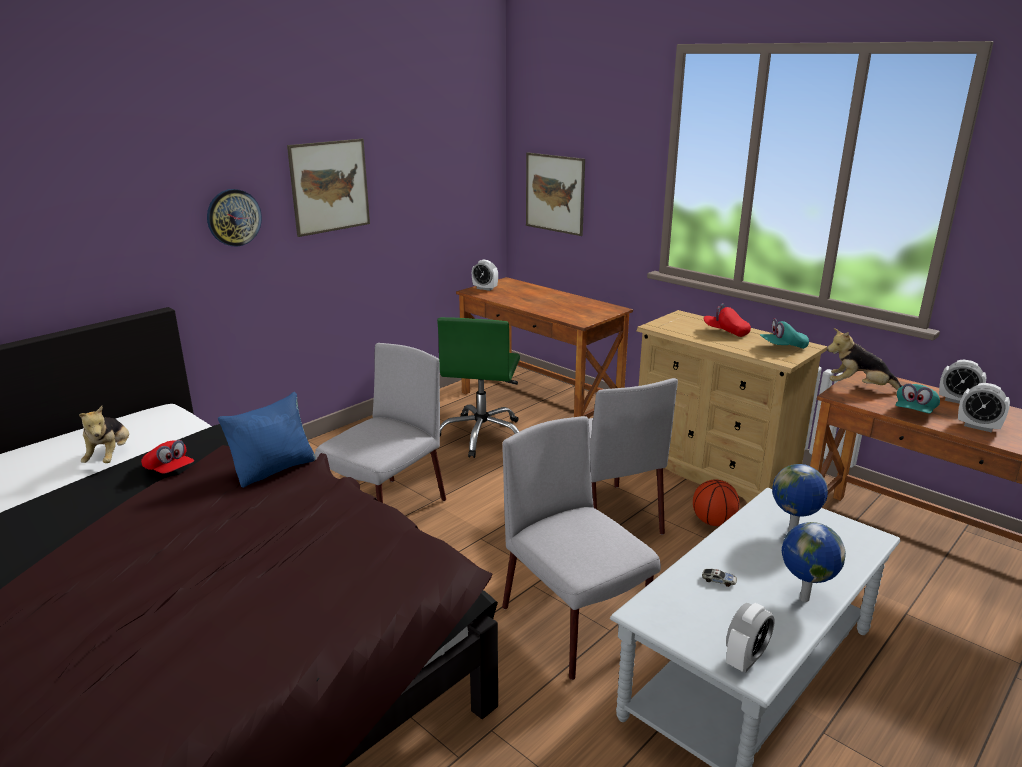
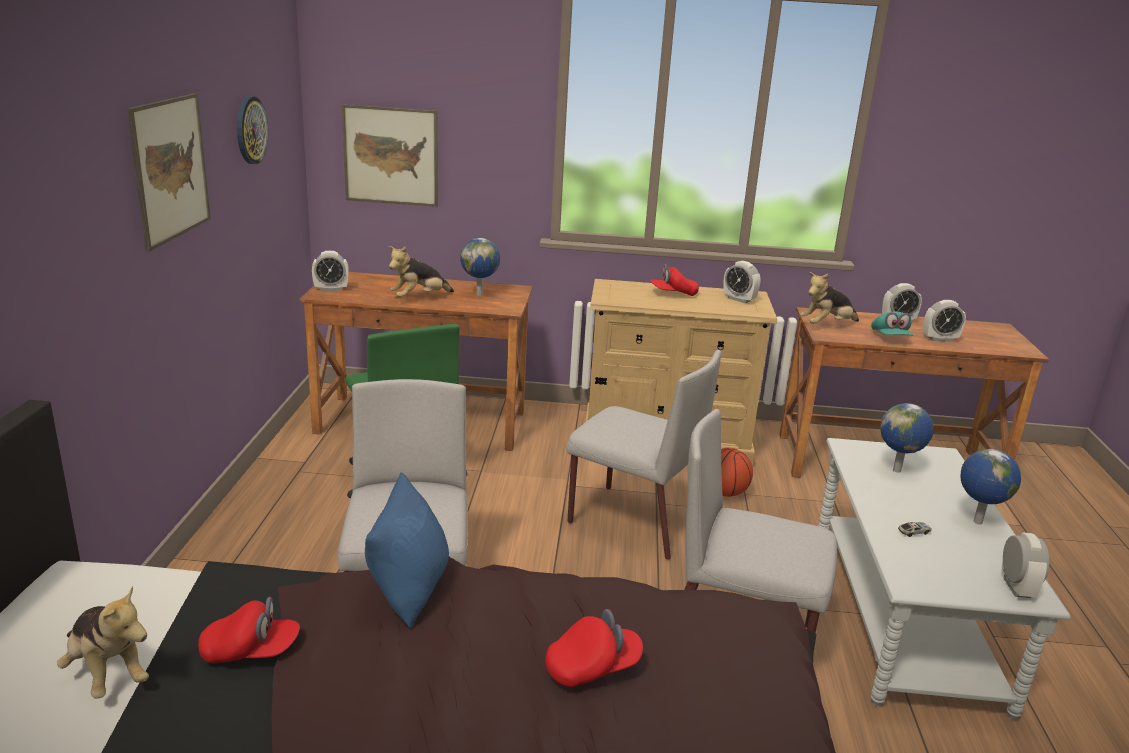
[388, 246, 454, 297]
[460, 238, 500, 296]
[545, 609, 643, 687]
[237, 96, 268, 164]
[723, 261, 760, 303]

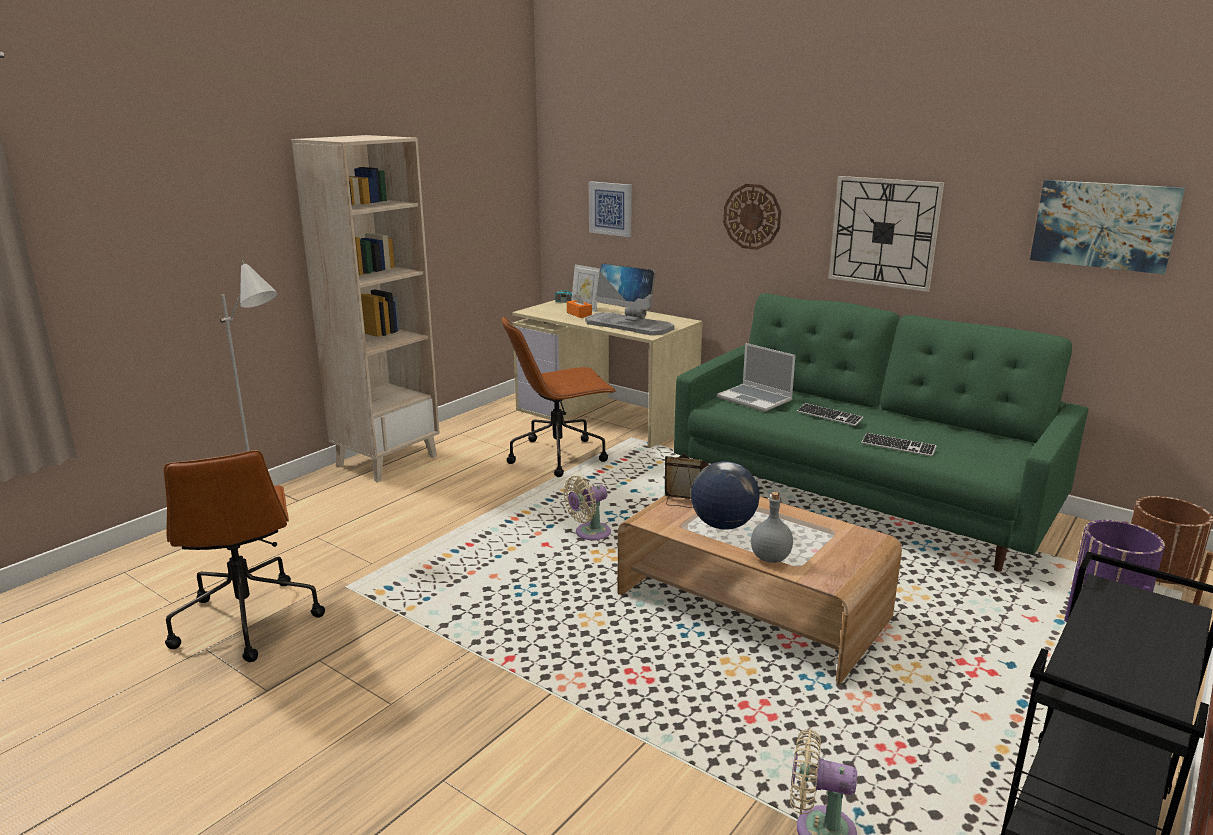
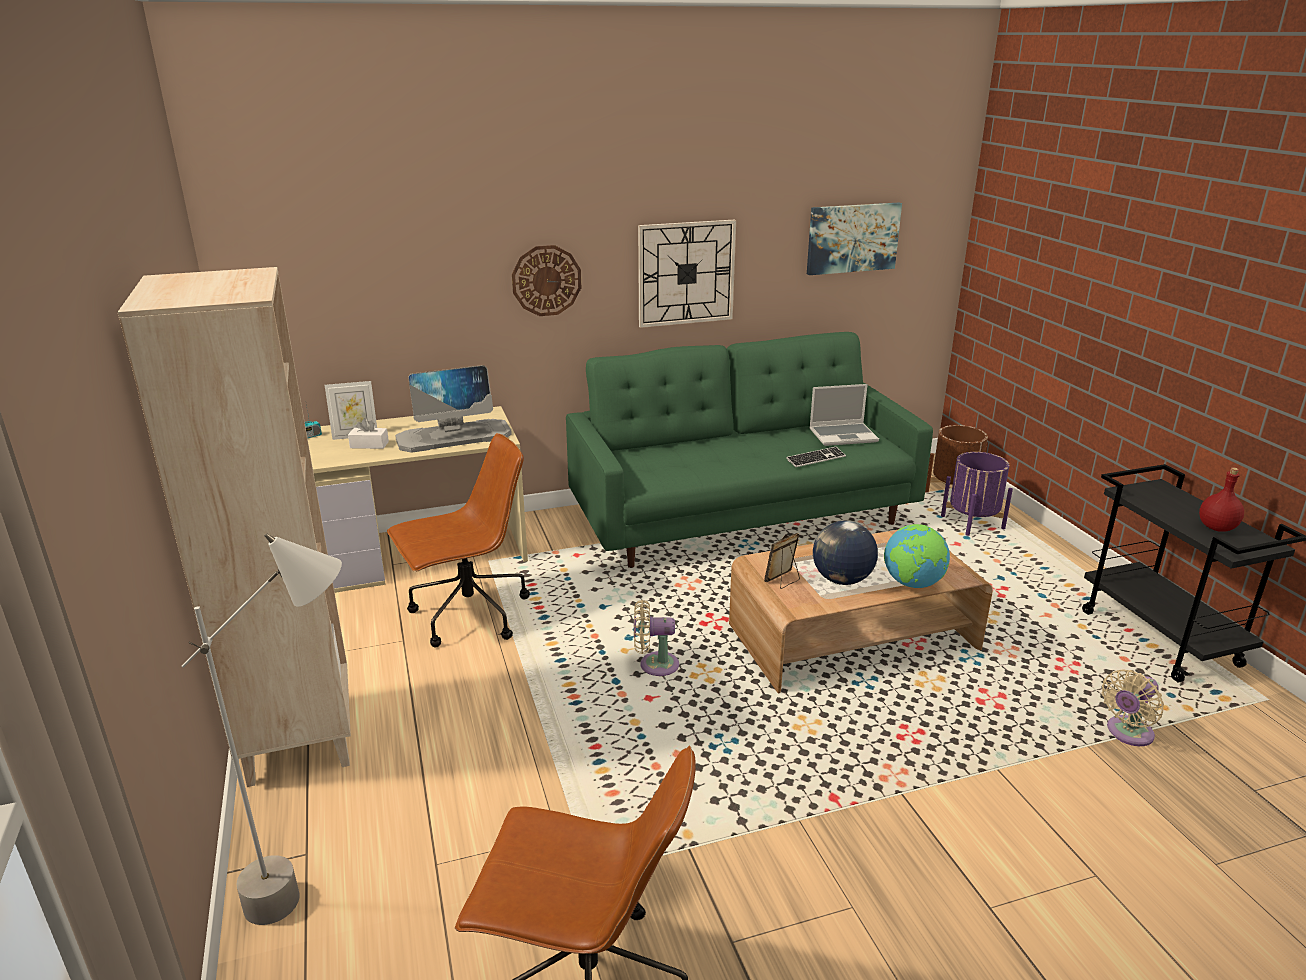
[589, 181, 632, 237] (first image)
[797, 403, 863, 426] (first image)
[1199, 467, 1244, 532]
[809, 384, 879, 446]
[884, 524, 950, 588]
[348, 418, 389, 449]
[387, 433, 530, 648]
[634, 600, 679, 676]

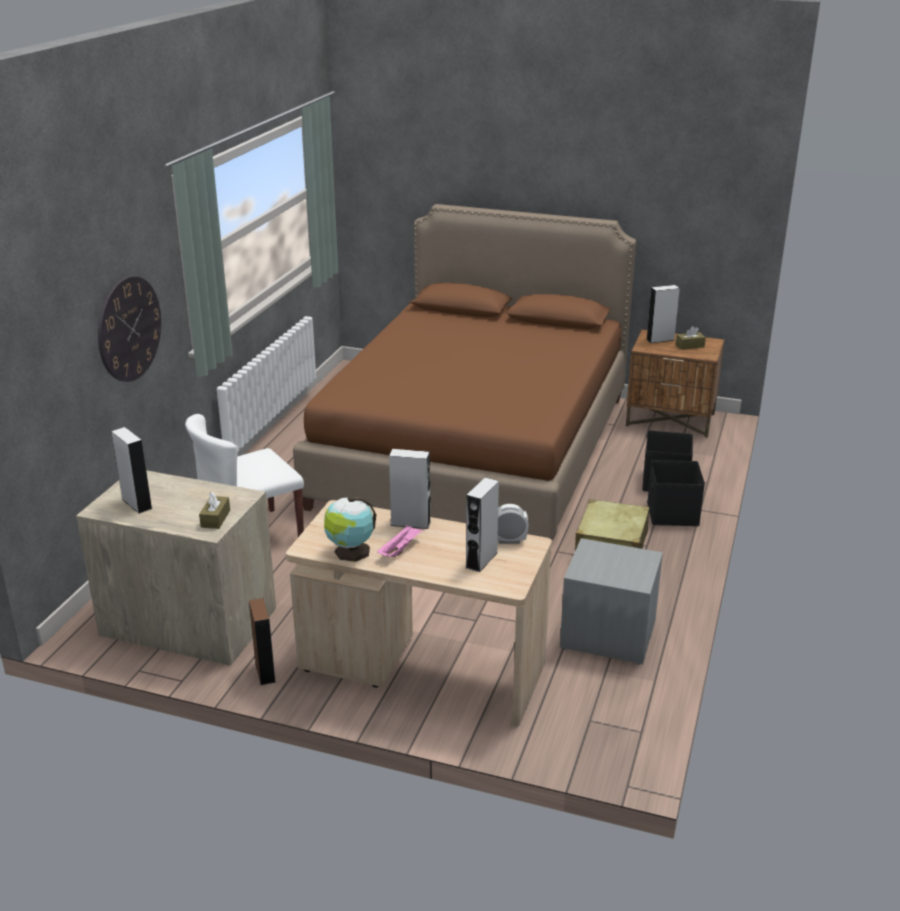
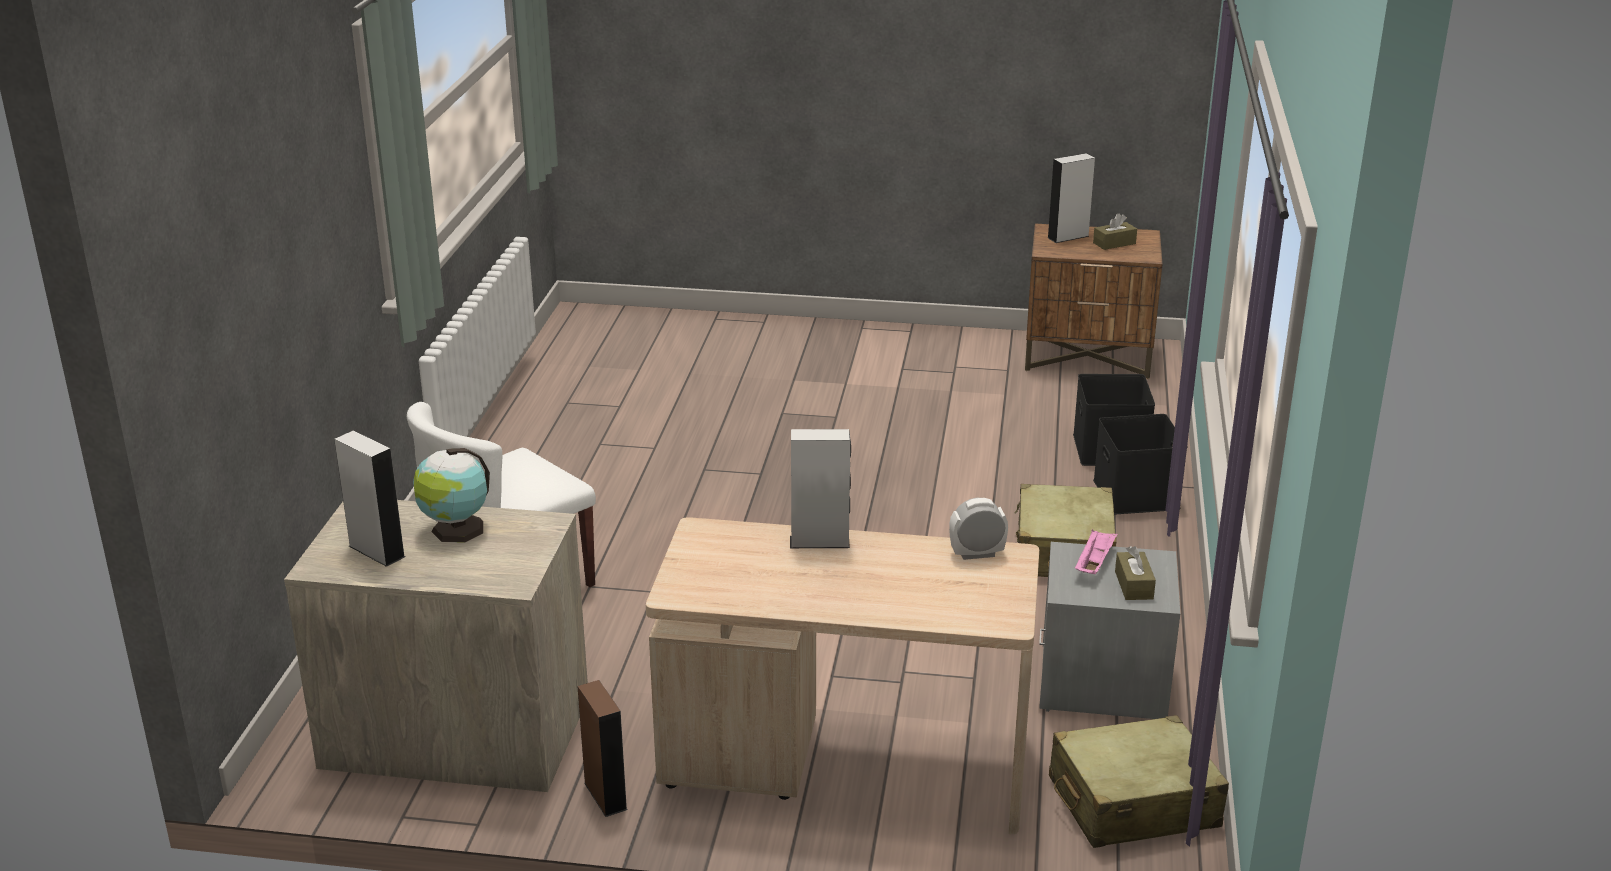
[98, 276, 161, 382] (first image)
[293, 204, 636, 540] (first image)
[466, 477, 499, 572] (first image)
[1049, 715, 1229, 848]
[1115, 546, 1156, 600]
[413, 448, 490, 543]
[1075, 529, 1118, 574]

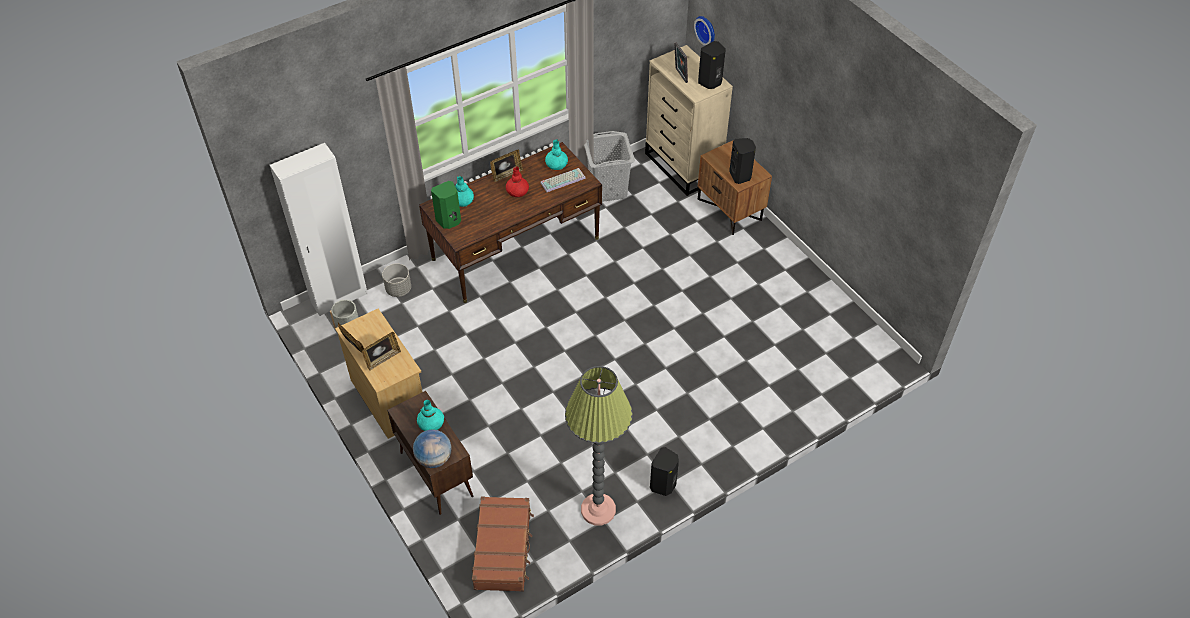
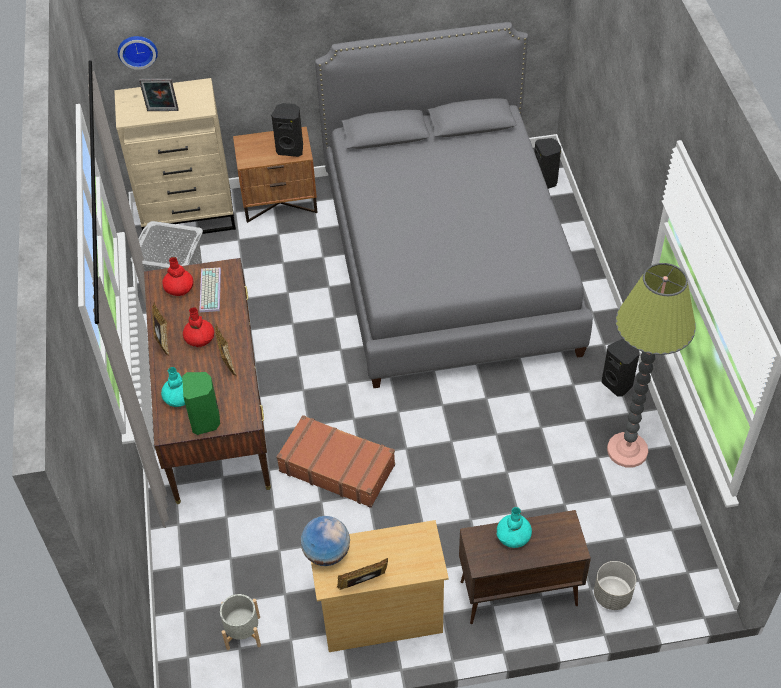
[270, 143, 368, 316] (first image)
[315, 22, 593, 388]
[214, 324, 237, 376]
[594, 561, 636, 610]
[300, 516, 350, 566]
[276, 415, 395, 508]
[534, 138, 561, 189]
[162, 257, 193, 296]

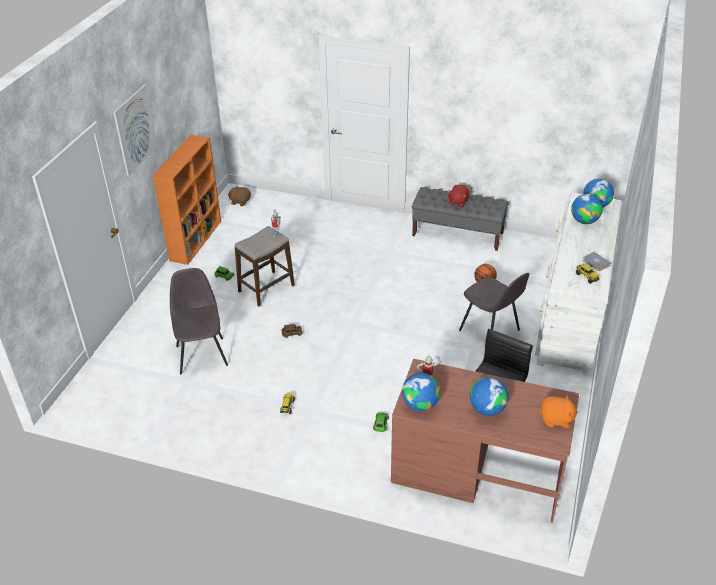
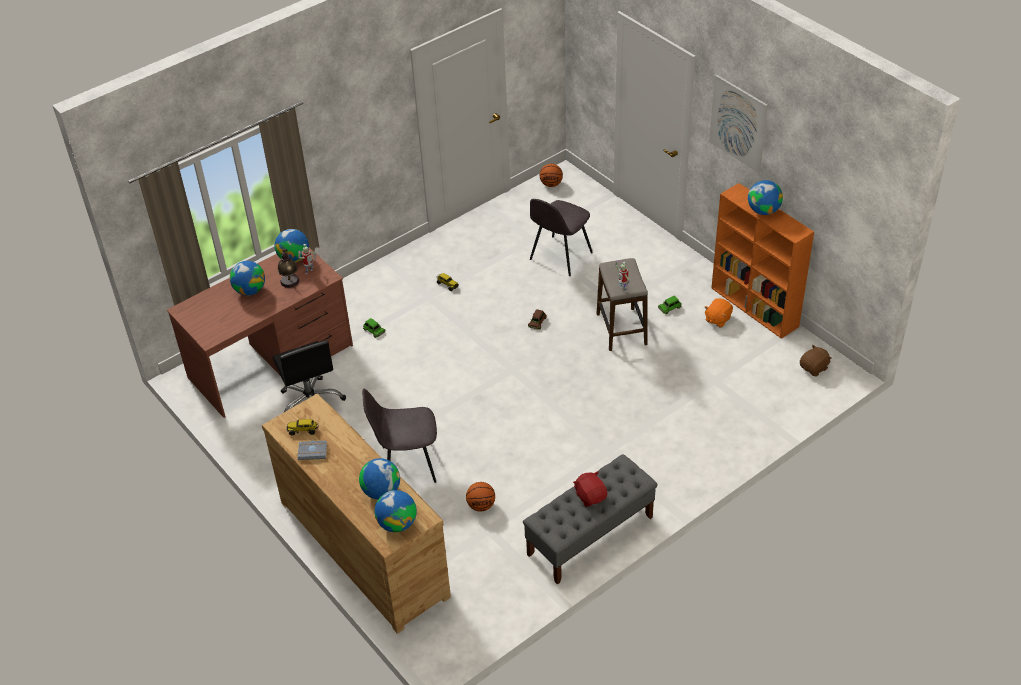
[278, 246, 299, 288]
[540, 164, 563, 187]
[748, 180, 783, 215]
[705, 298, 733, 327]
[262, 394, 451, 634]
[530, 199, 593, 276]

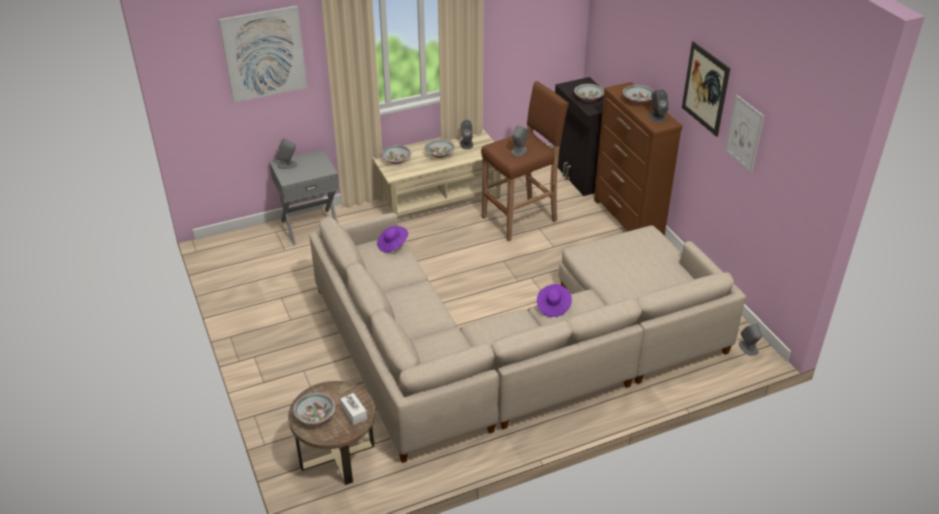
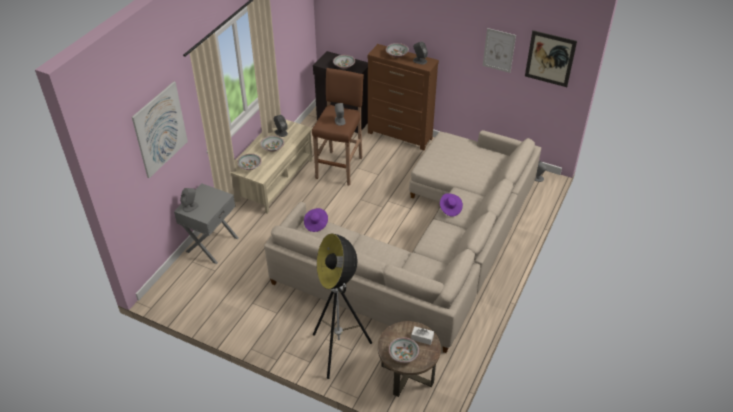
[313, 234, 372, 379]
[525, 30, 577, 87]

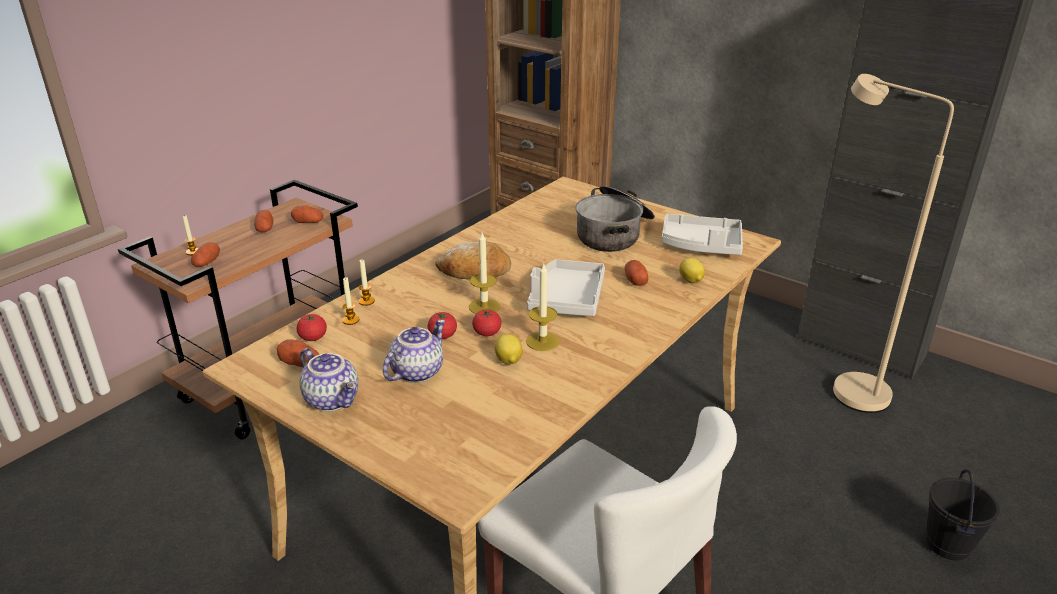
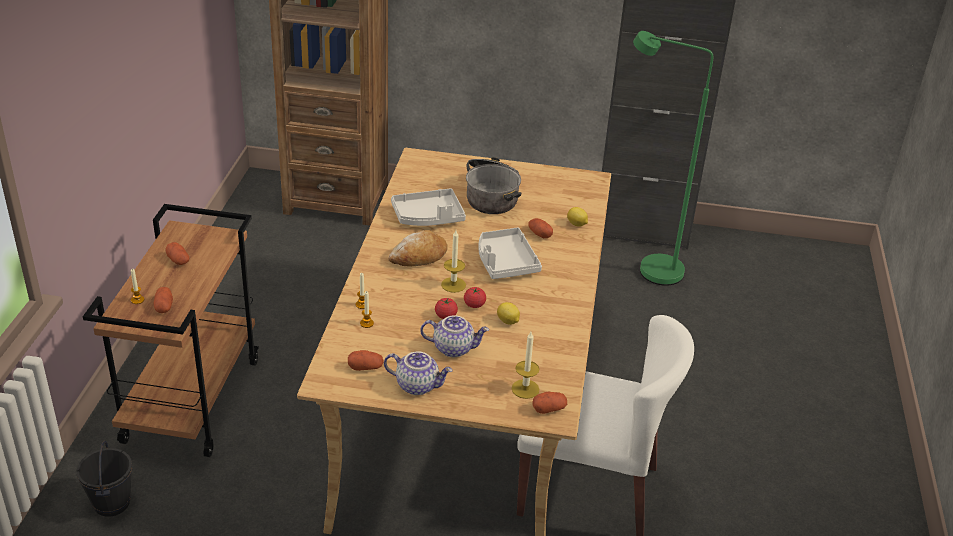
[297, 314, 327, 341] (first image)
[532, 391, 567, 414]
[512, 332, 539, 399]
[391, 188, 466, 226]
[76, 441, 132, 517]
[633, 31, 713, 286]
[420, 315, 489, 357]

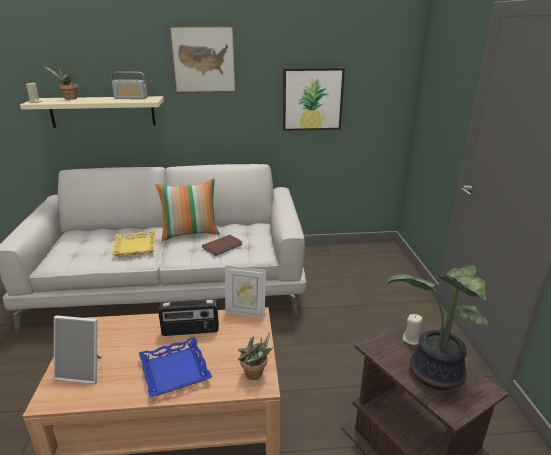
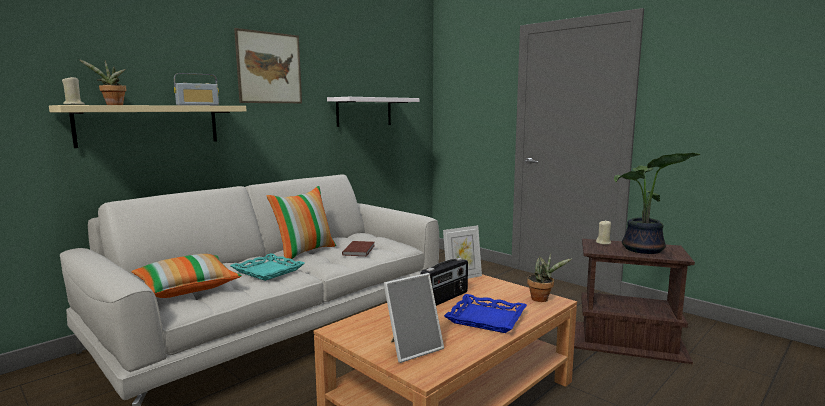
[131, 254, 242, 298]
[327, 97, 420, 127]
[230, 253, 305, 281]

